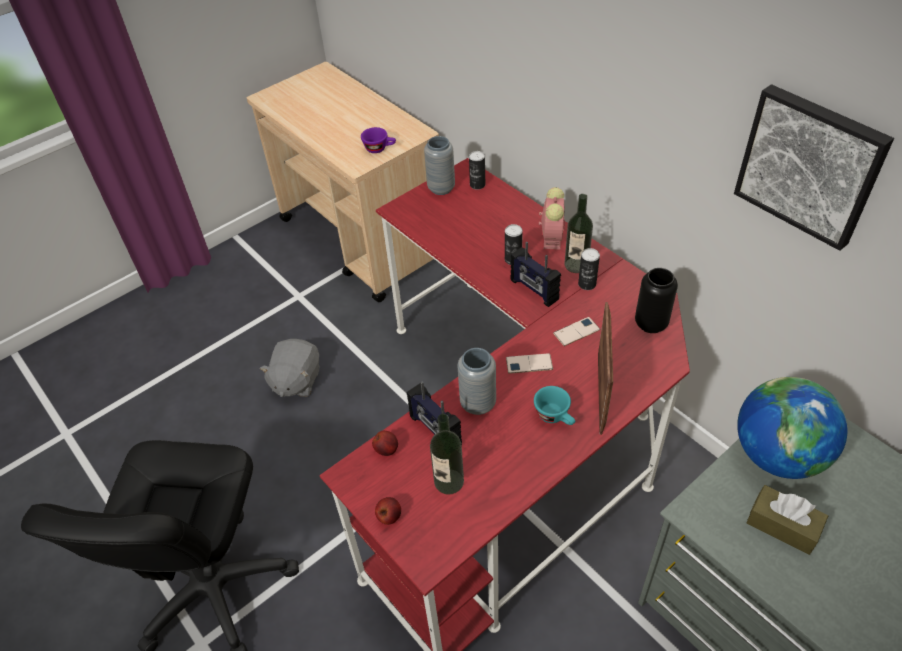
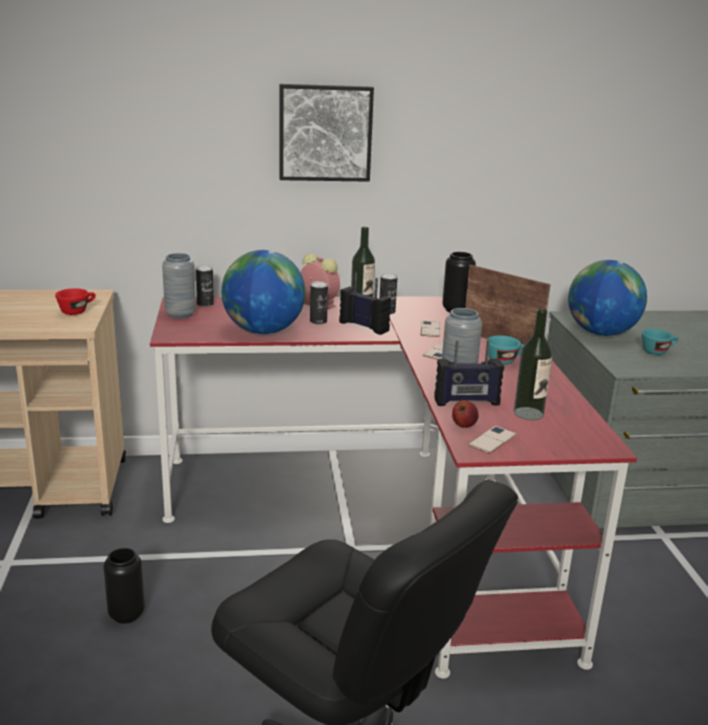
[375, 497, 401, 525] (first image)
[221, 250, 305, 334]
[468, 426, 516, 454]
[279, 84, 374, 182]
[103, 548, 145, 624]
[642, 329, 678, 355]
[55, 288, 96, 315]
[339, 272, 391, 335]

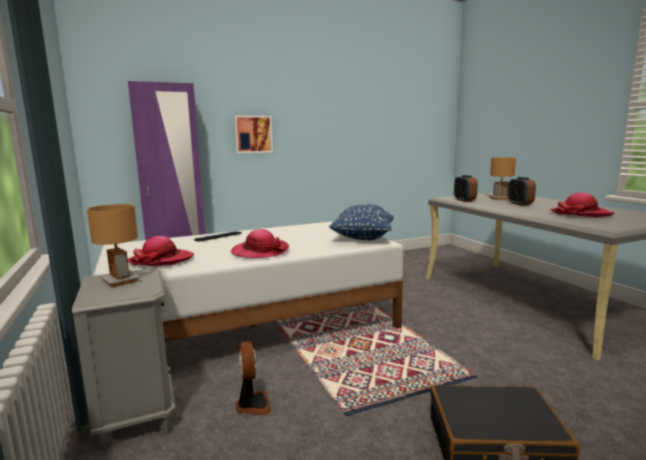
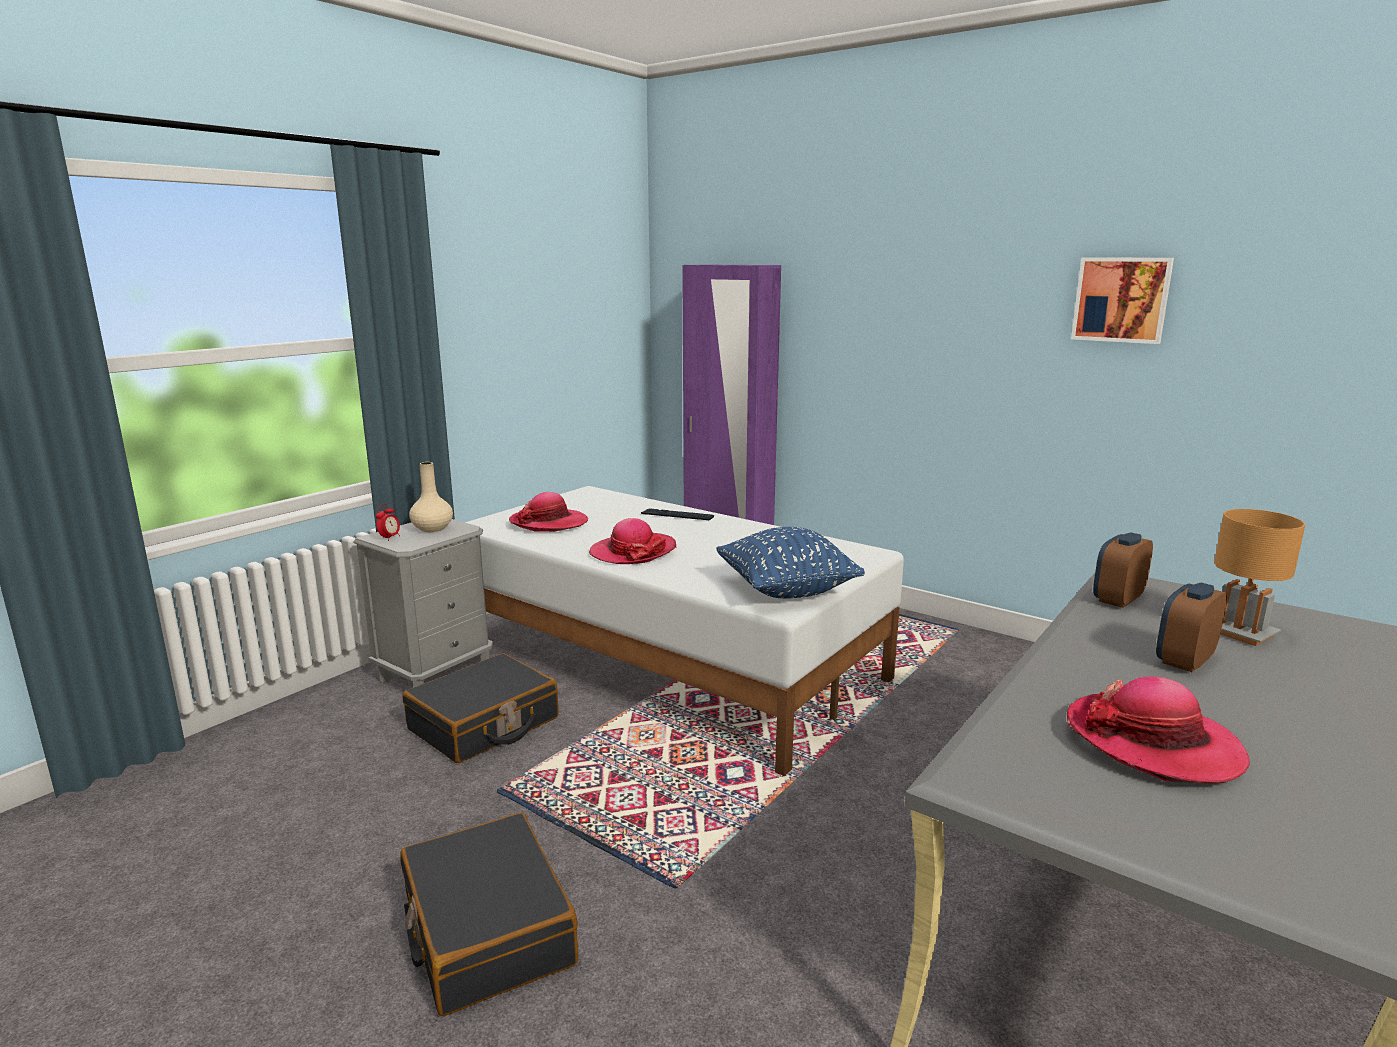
[375, 504, 400, 541]
[1071, 257, 1174, 344]
[409, 462, 453, 532]
[403, 653, 559, 763]

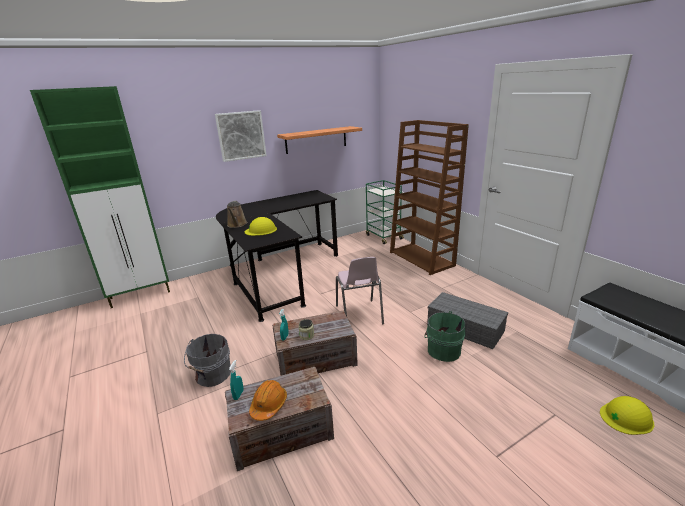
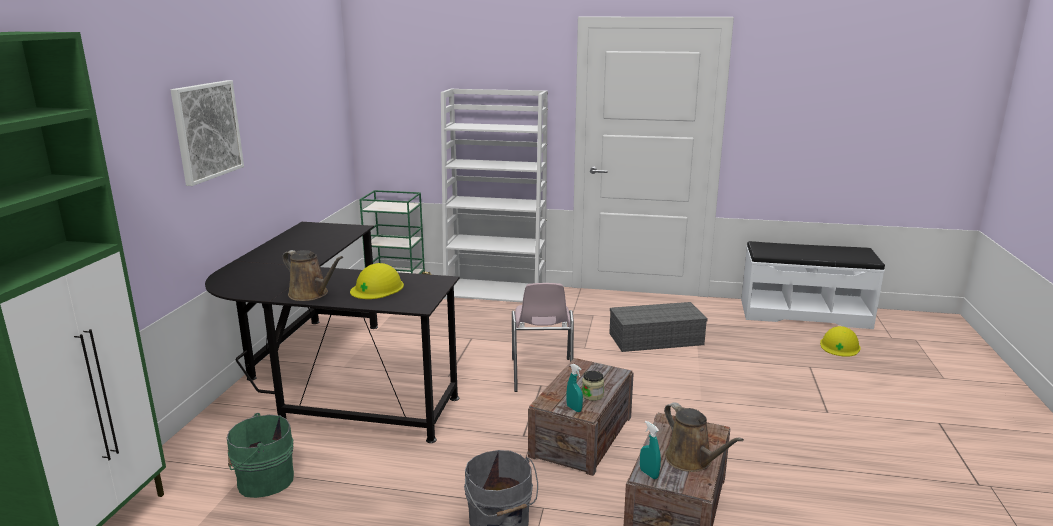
[277, 126, 362, 154] (first image)
[227, 413, 294, 498]
[664, 402, 744, 472]
[441, 88, 548, 303]
[512, 283, 574, 392]

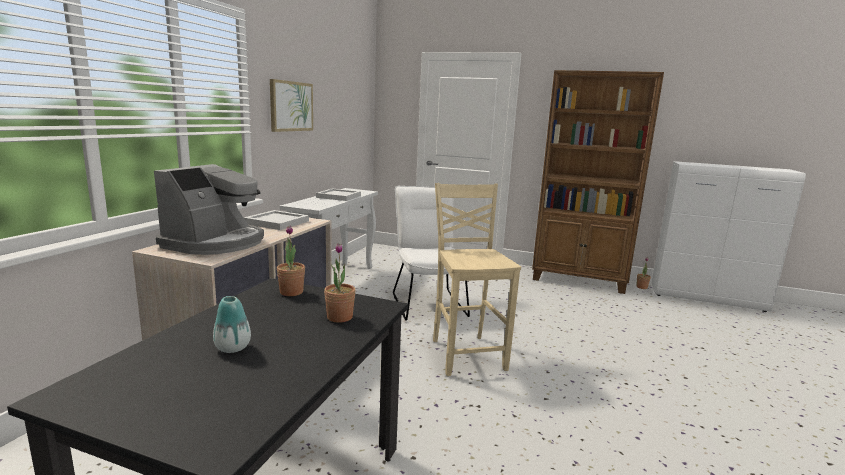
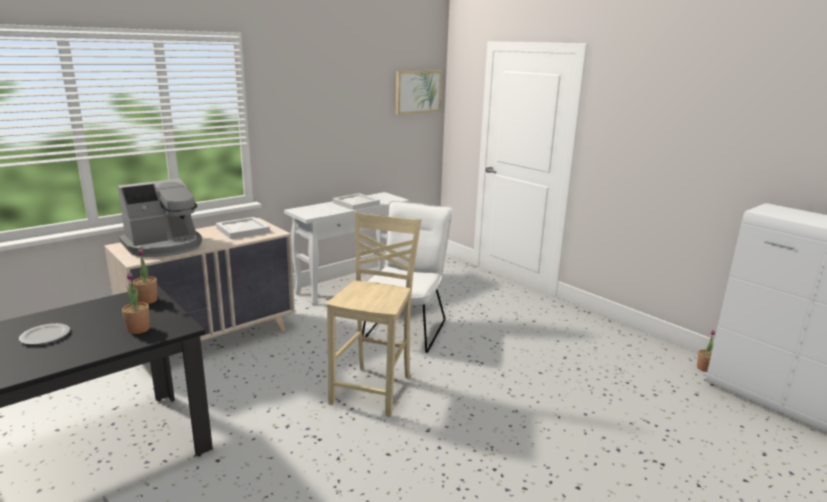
[532, 70, 664, 294] (first image)
[396, 71, 442, 114]
[19, 323, 70, 345]

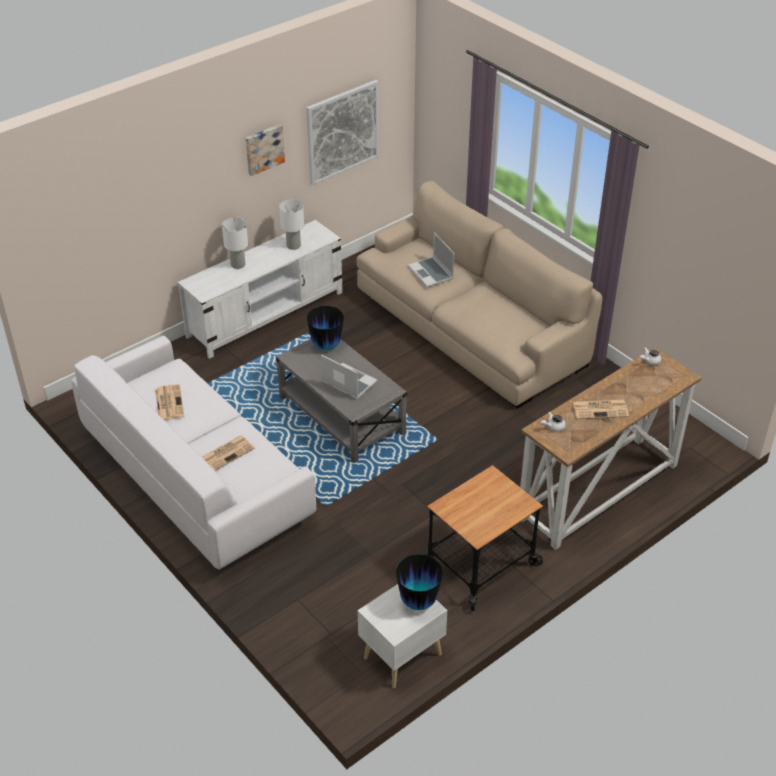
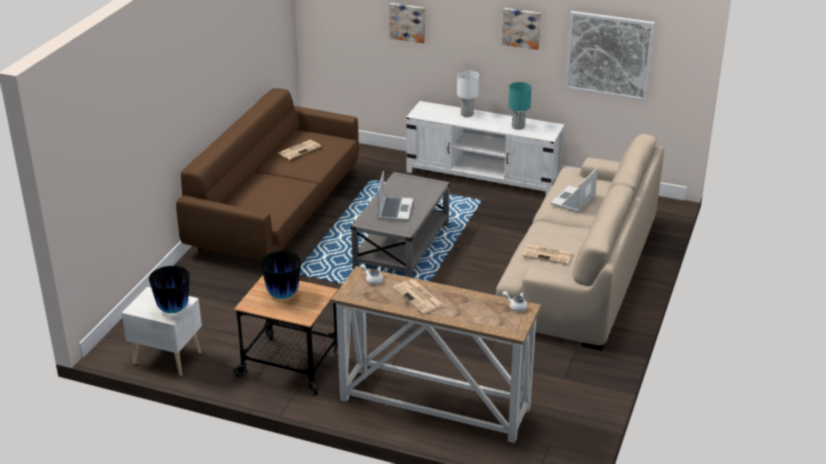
[389, 3, 425, 43]
[523, 245, 572, 265]
[260, 251, 301, 299]
[176, 88, 359, 260]
[508, 82, 532, 130]

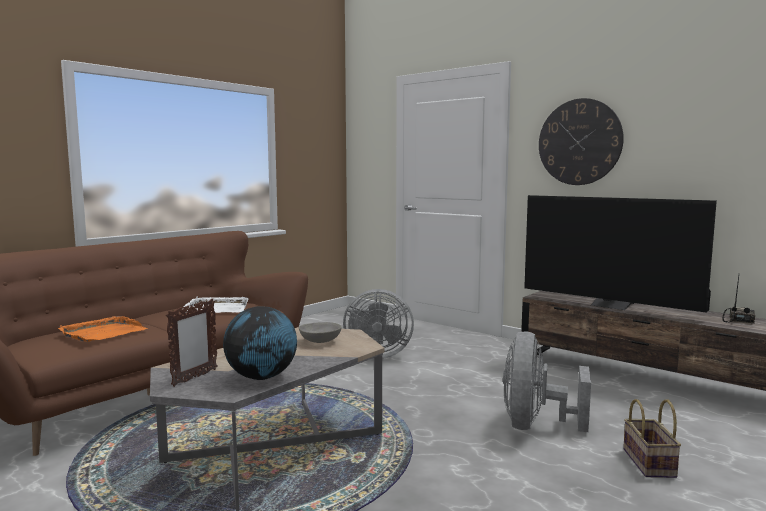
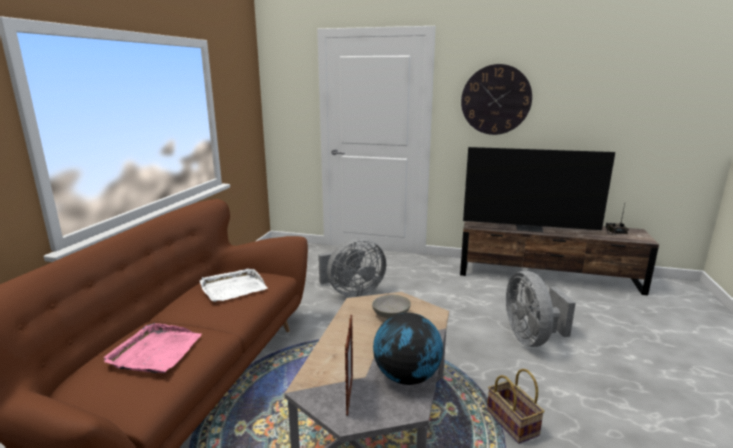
[487, 369, 545, 444]
[104, 323, 202, 373]

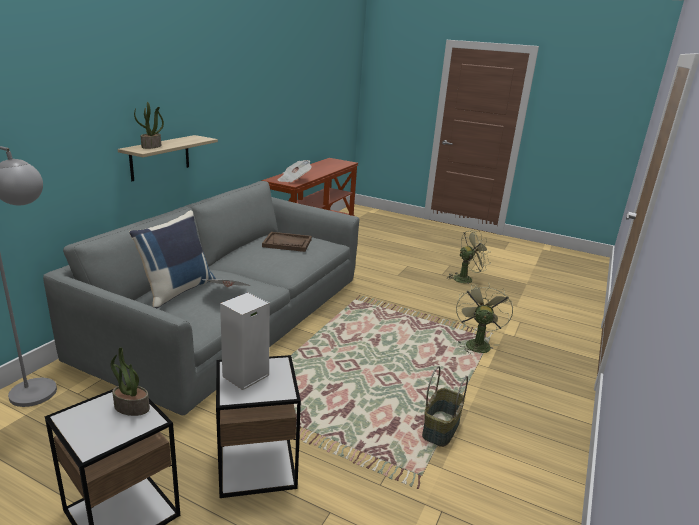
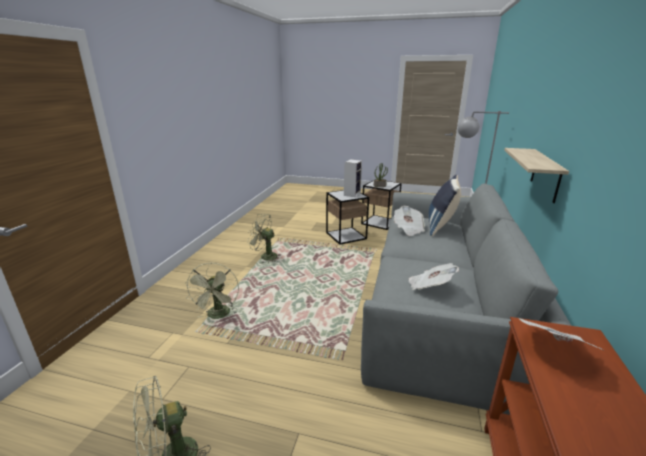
[134, 102, 164, 149] (first image)
[408, 263, 459, 290]
[248, 213, 278, 263]

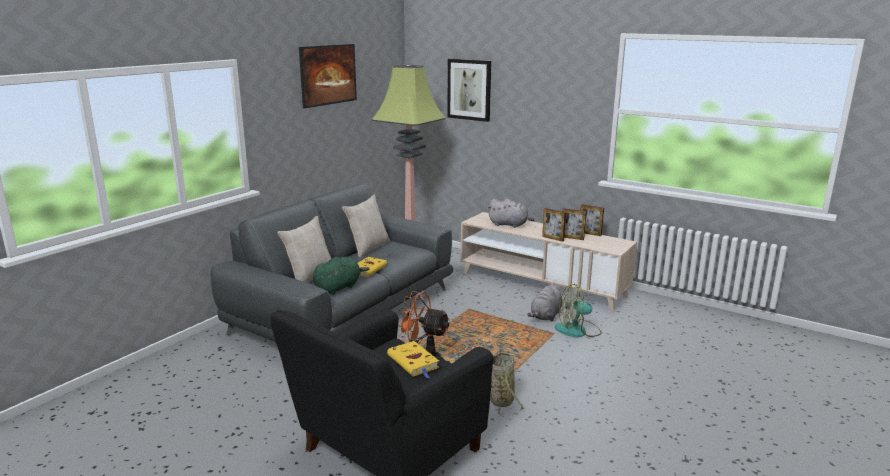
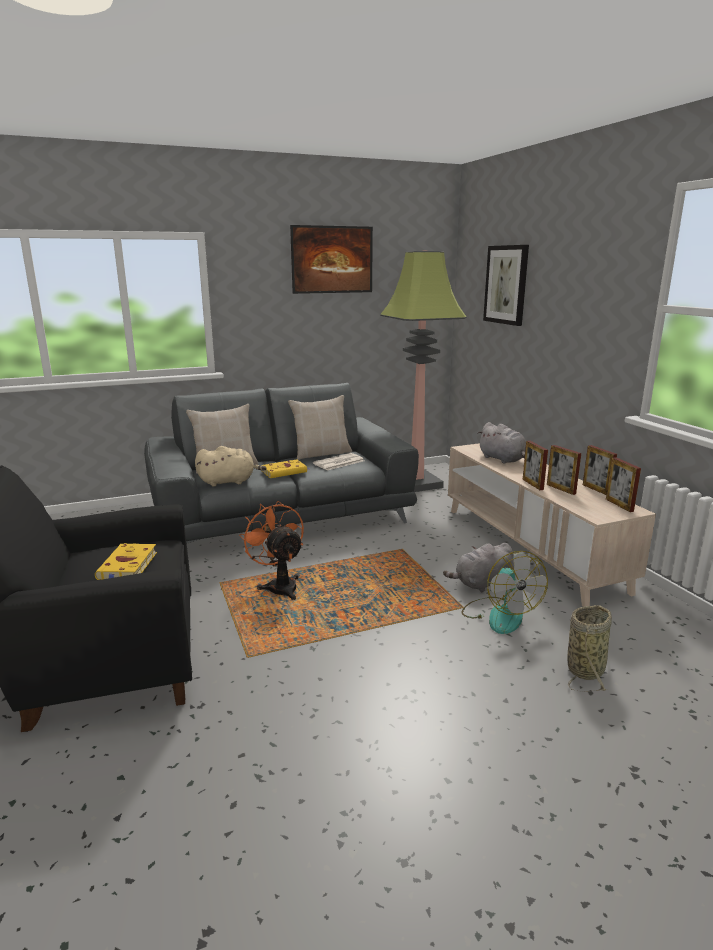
[313, 453, 364, 470]
[606, 457, 641, 512]
[567, 605, 612, 692]
[195, 446, 267, 487]
[461, 551, 548, 634]

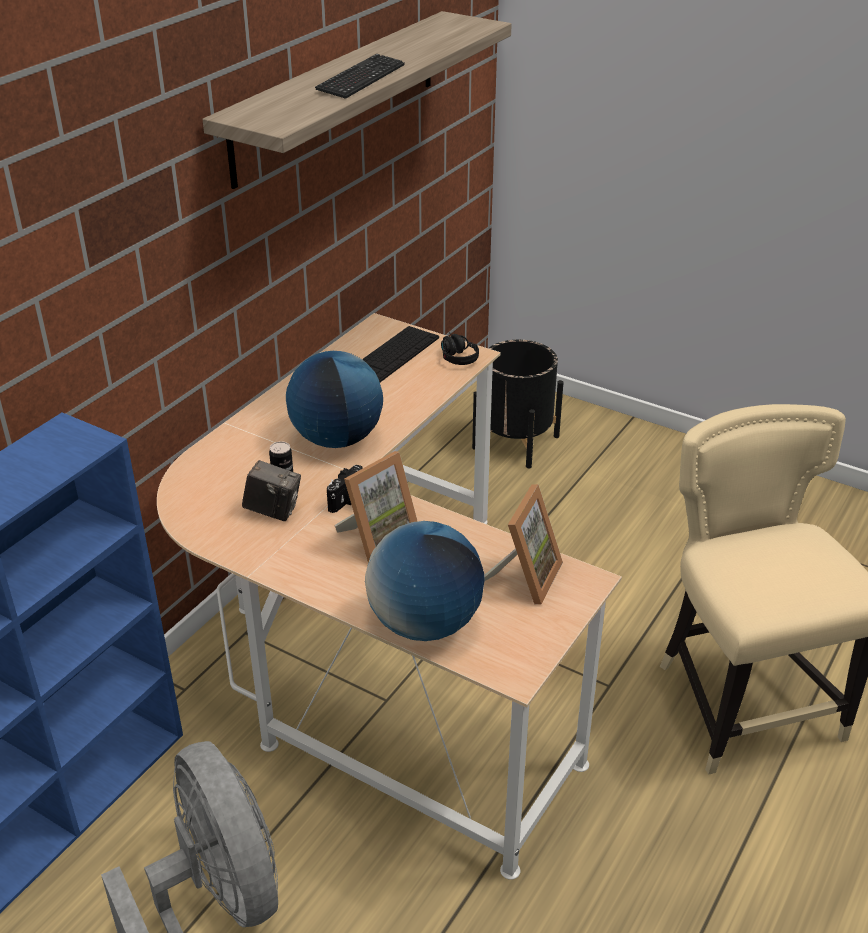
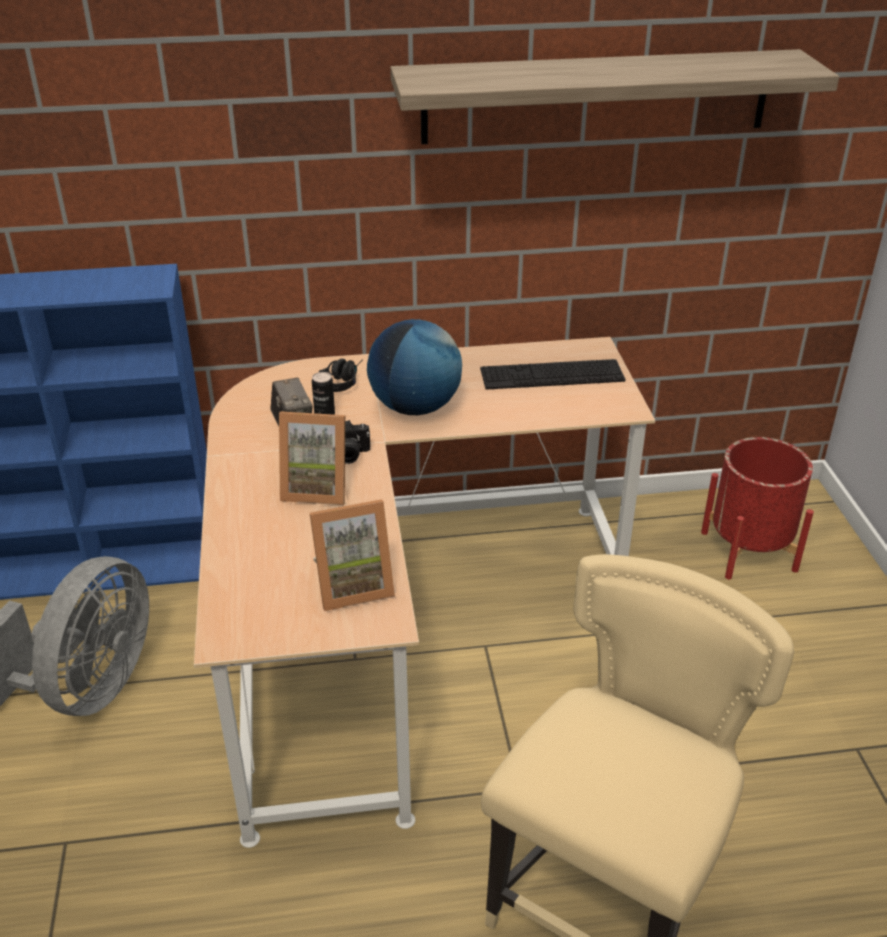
[315, 54, 405, 99] (first image)
[365, 521, 485, 641] (first image)
[319, 358, 362, 392]
[701, 437, 814, 579]

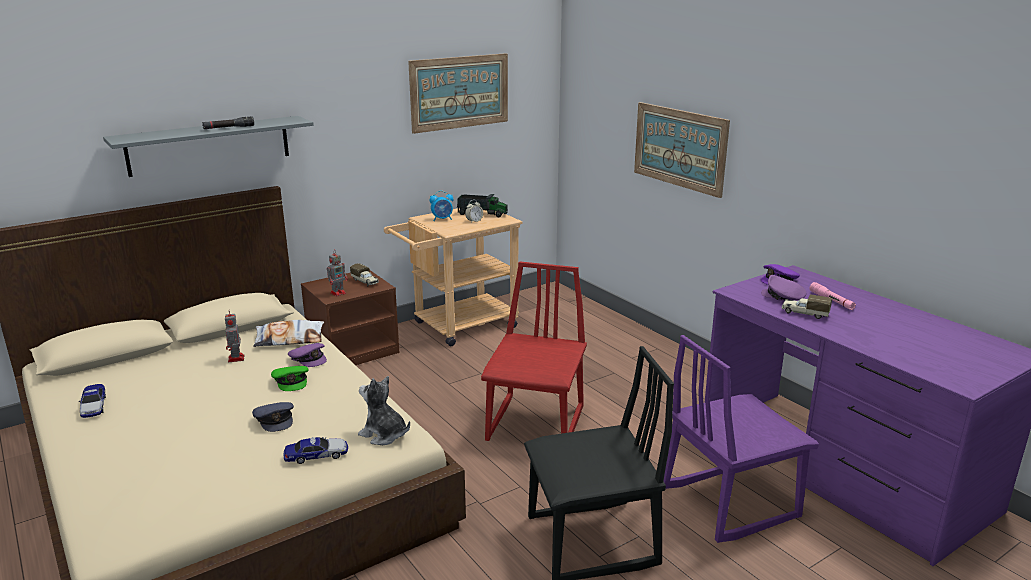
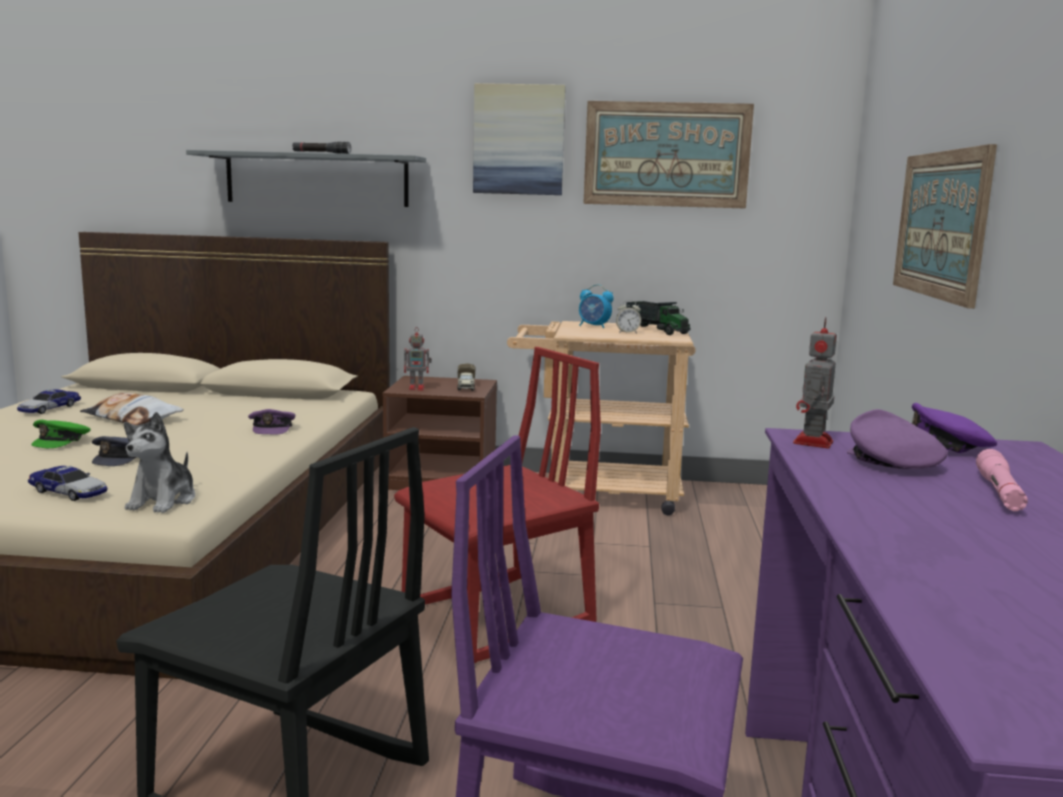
[782, 294, 832, 319] (first image)
[473, 83, 566, 195]
[793, 317, 837, 449]
[80, 392, 184, 425]
[31, 420, 91, 448]
[124, 412, 196, 513]

